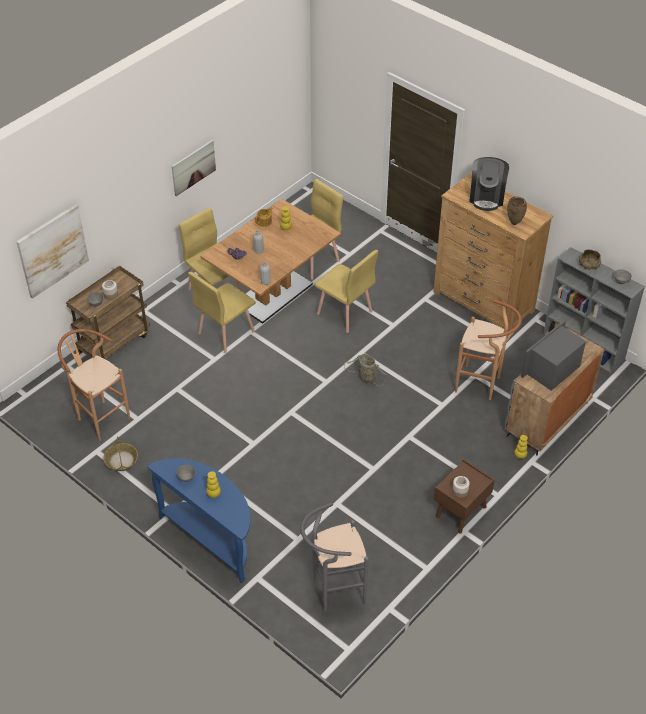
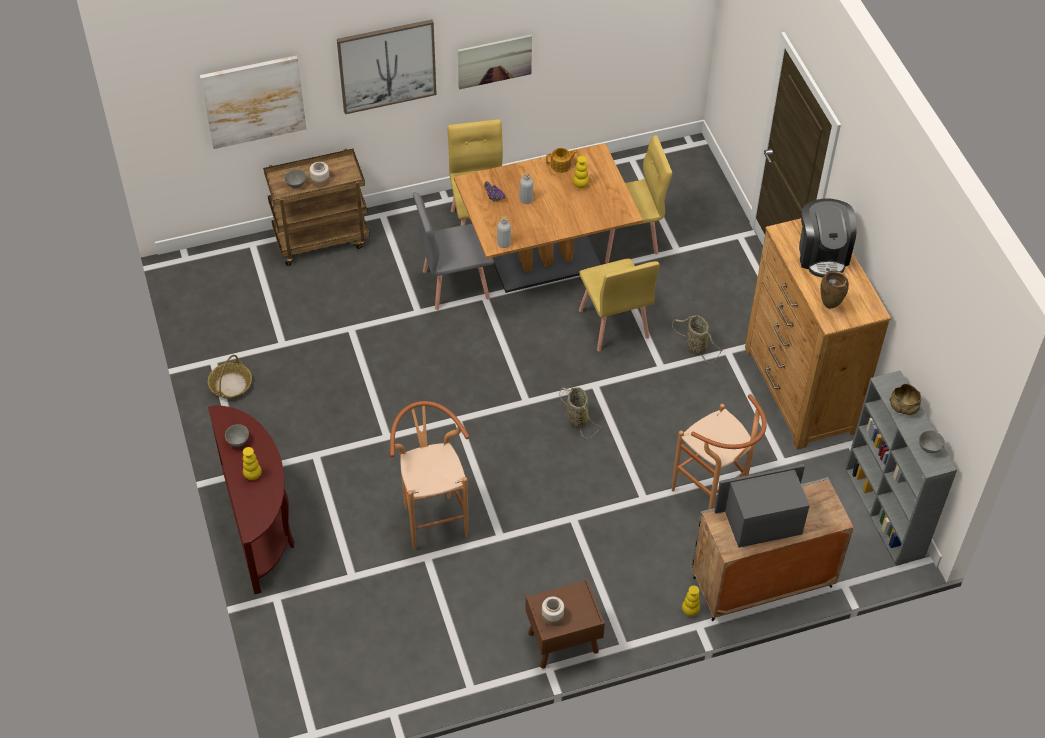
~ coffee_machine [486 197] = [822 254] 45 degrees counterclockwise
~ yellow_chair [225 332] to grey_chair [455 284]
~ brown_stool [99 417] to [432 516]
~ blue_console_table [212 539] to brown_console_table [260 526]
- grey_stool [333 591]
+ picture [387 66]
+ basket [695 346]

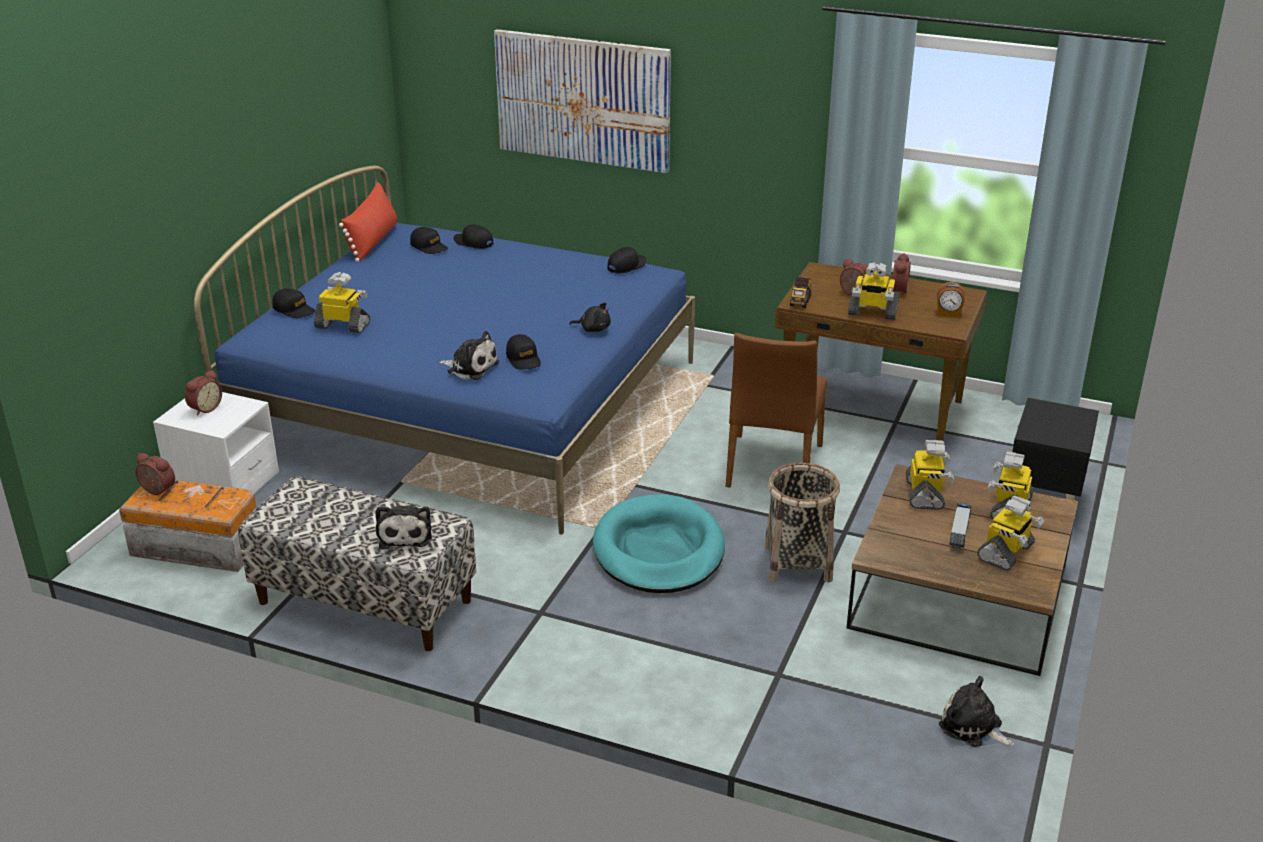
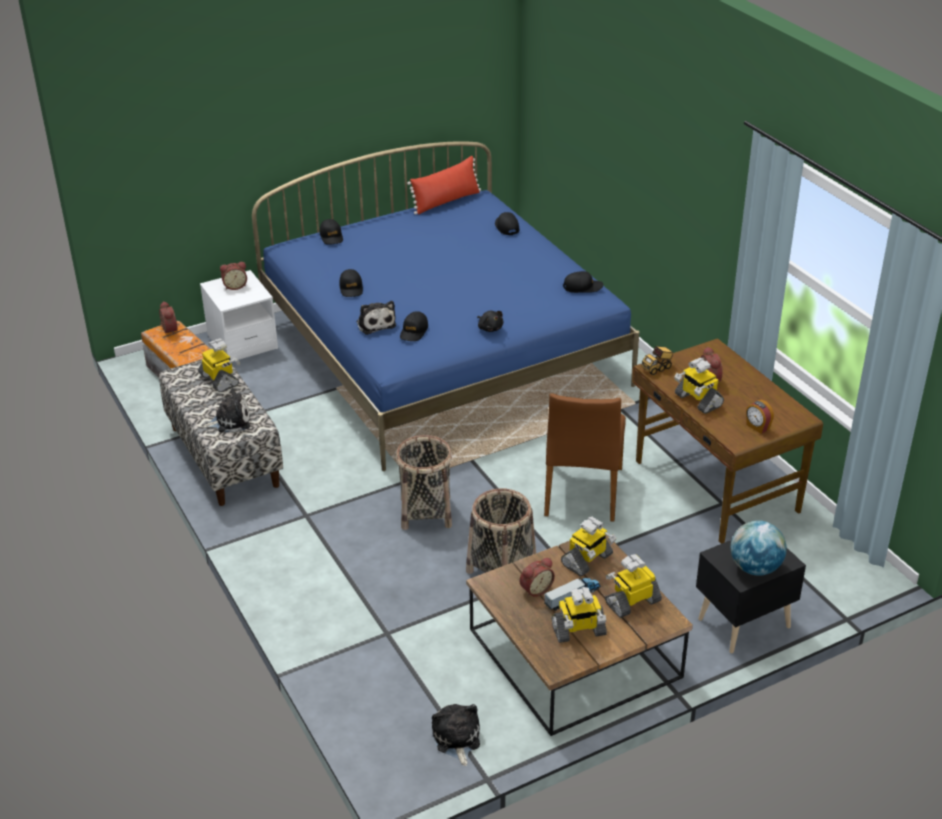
- picture [583 100]
~ black_cap [429 247] to [351 288]
~ alarm_clock [897 290] to [535 589]
~ toy_robot [343 325] to [220 380]
~ brown_chair [772 466] = [582 492] 45 degrees counterclockwise
~ turquoise_dog_bed [658 550] to basket [425 513]
~ plush_toy [405 535] = [230 421] 135 degrees counterclockwise
+ globe [755 568]

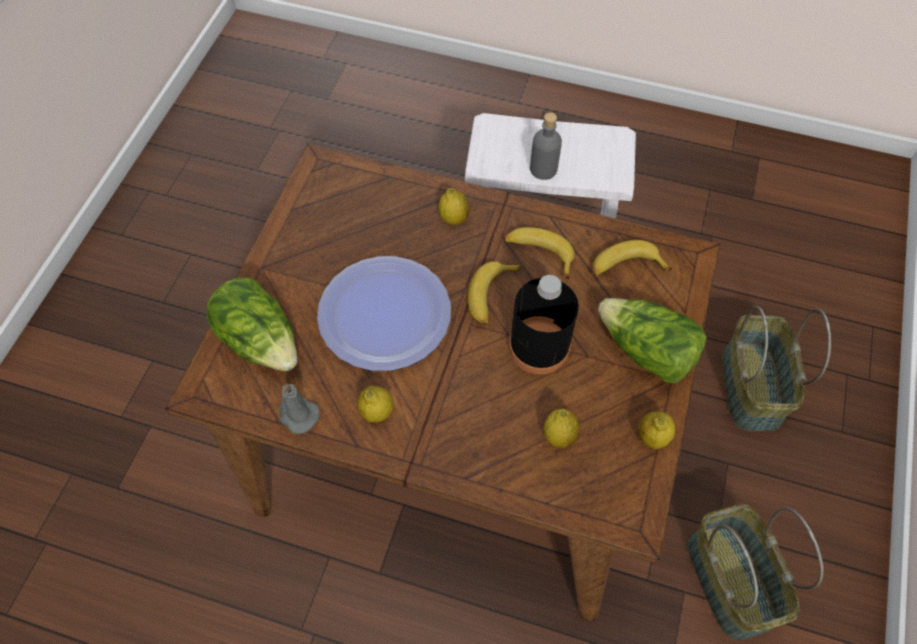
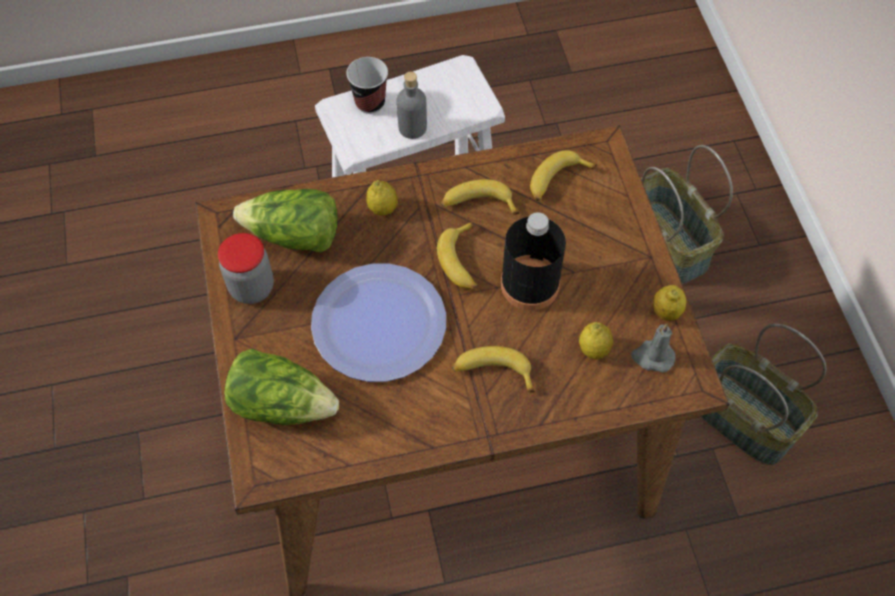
~ lettuce [646 352] to [294 236]
~ grey_candle [297 414] to [652 357]
- lemon [377 412]
+ cup [370 103]
+ jar [252 287]
+ banana [492 373]

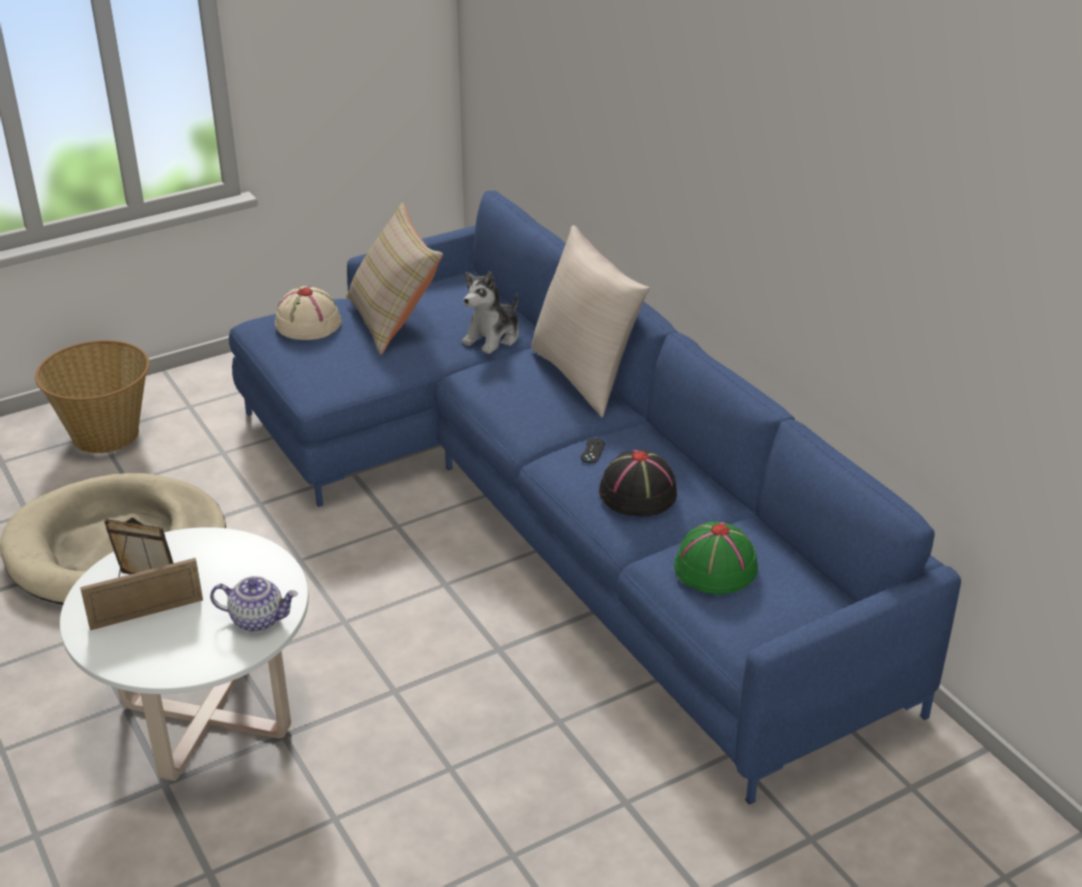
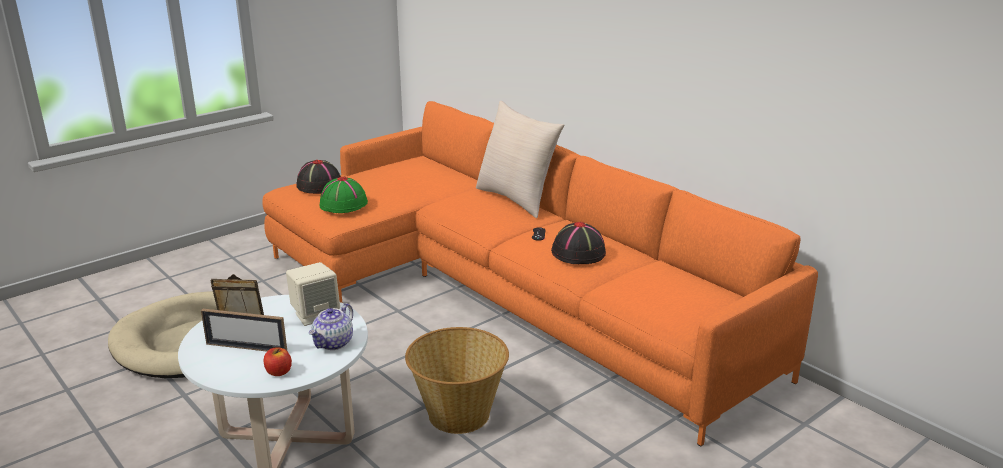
~ blue_sofa [553 511] to orange_sofa [503 293]
- beige_pillow [394 320]
- plush_toy [493 337]
~ beige_hat [307 323] to black_hat [319 185]
~ basket [105 433] to [458 414]
~ green_hat [715 568] to [343 204]
~ picture_frame [146 613] = [246 348] 135 degrees counterclockwise
~ teapot [258 619] = [333 343] 120 degrees clockwise
+ beige_speaker [315 314]
+ apple [278 372]

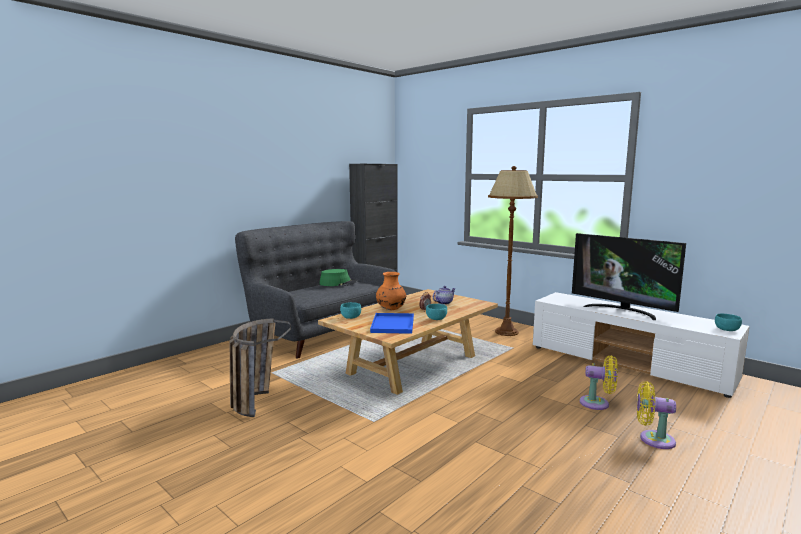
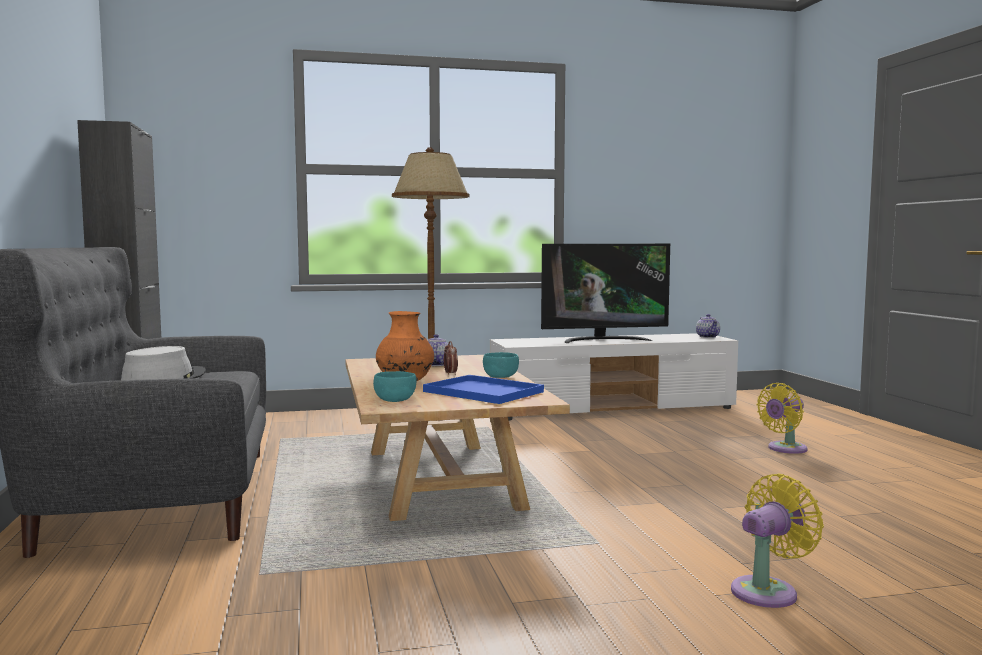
~ green_hat [338 283] to grey_hat [164 378]
~ turquoise_bowl [727 329] to teapot [708 337]
- basket [256 399]
~ yellow_fan [597 403] to [768 591]

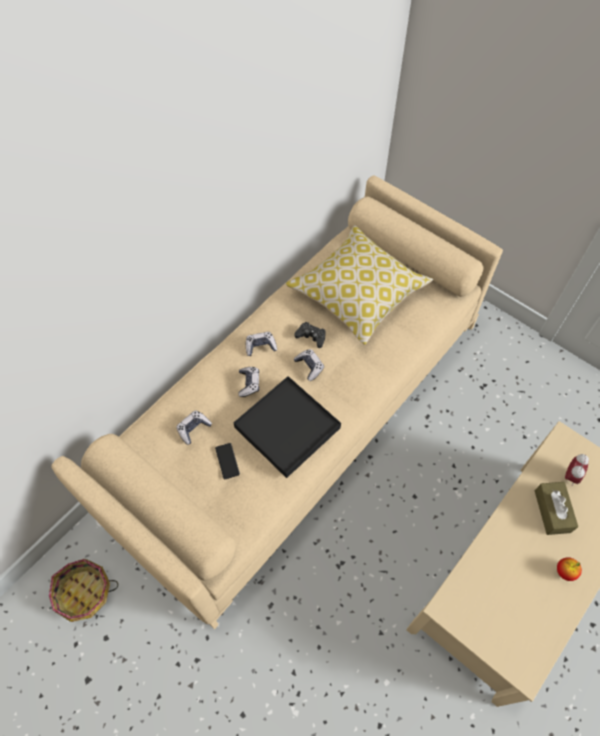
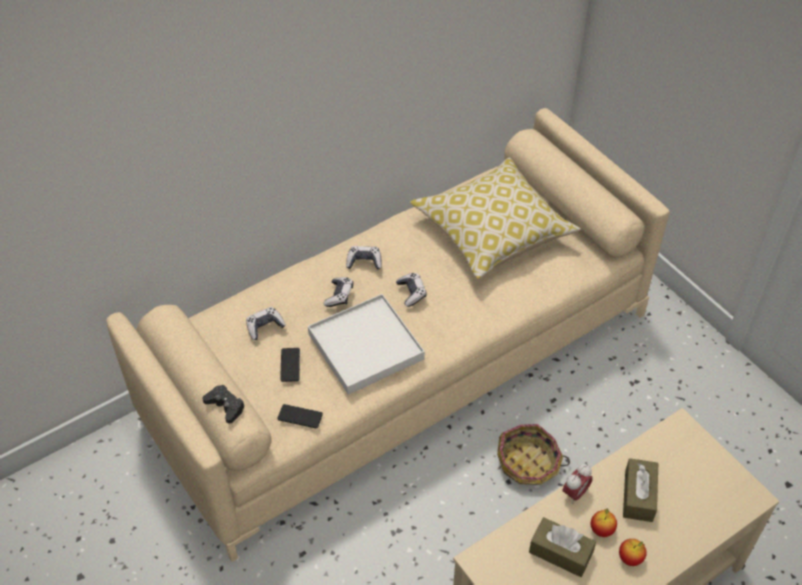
~ black_game_controller [311 336] to [225 406]
~ black_tray [287 427] to white_tray [366 346]
~ alarm_clock [570 476] to [575 493]
~ basket [84 593] to [528 463]
+ phone [300 416]
+ apple [601 530]
+ brown_tissue_box [560 552]

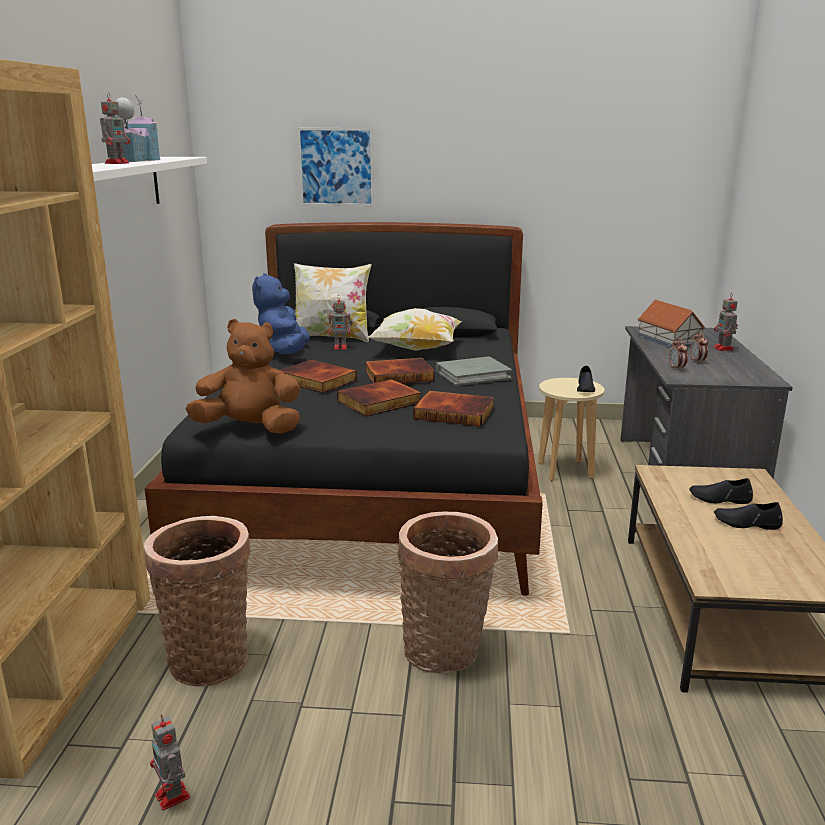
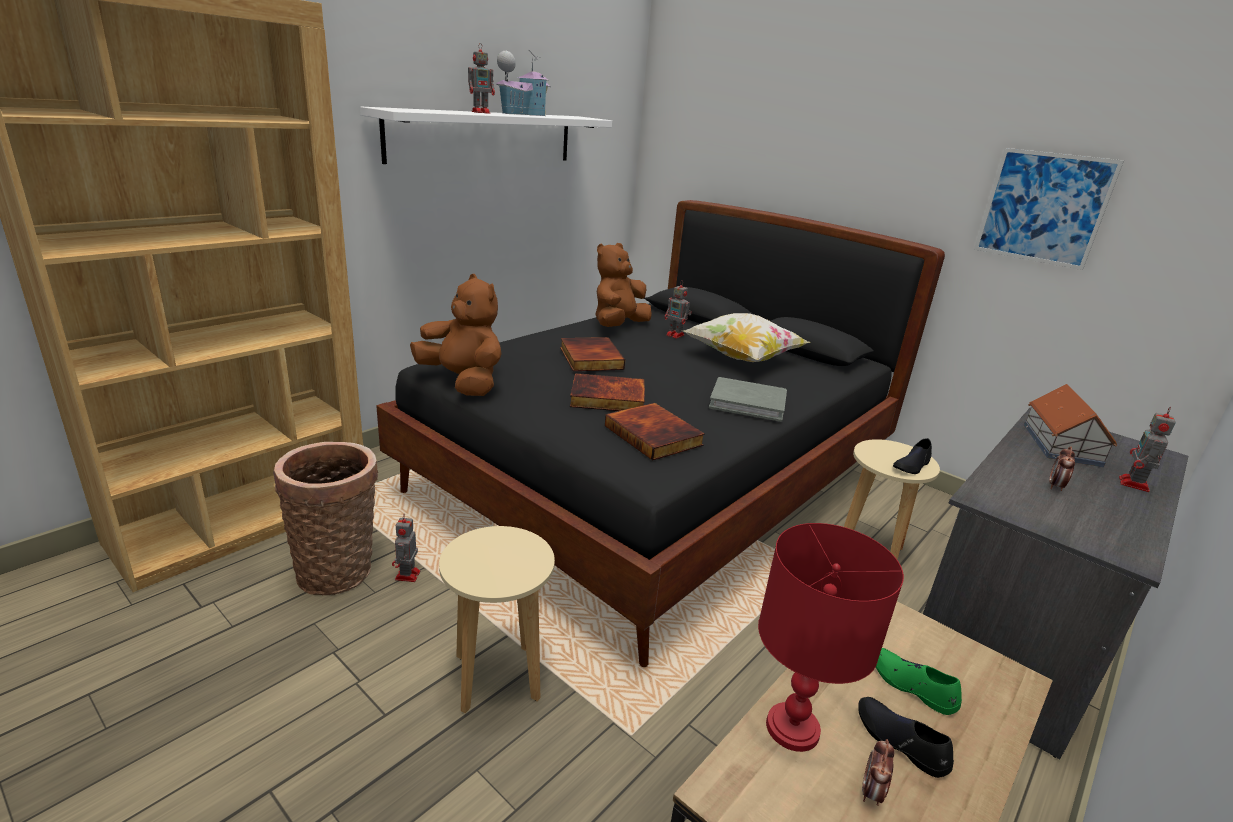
~ picture [336 167] to [1043 208]
- pillow [332 337]
~ blue_plush_toy [284 353] to brown_plush_toy [618 326]
~ alarm_clock [676 368] to [871 792]
- book [399 375]
~ black_shoe [719 499] to green_shoe [912 686]
~ basket [446 651] to beige_stool [497 677]
~ toy_robot [173 797] to [407 576]
+ red_table_lamp [792 729]

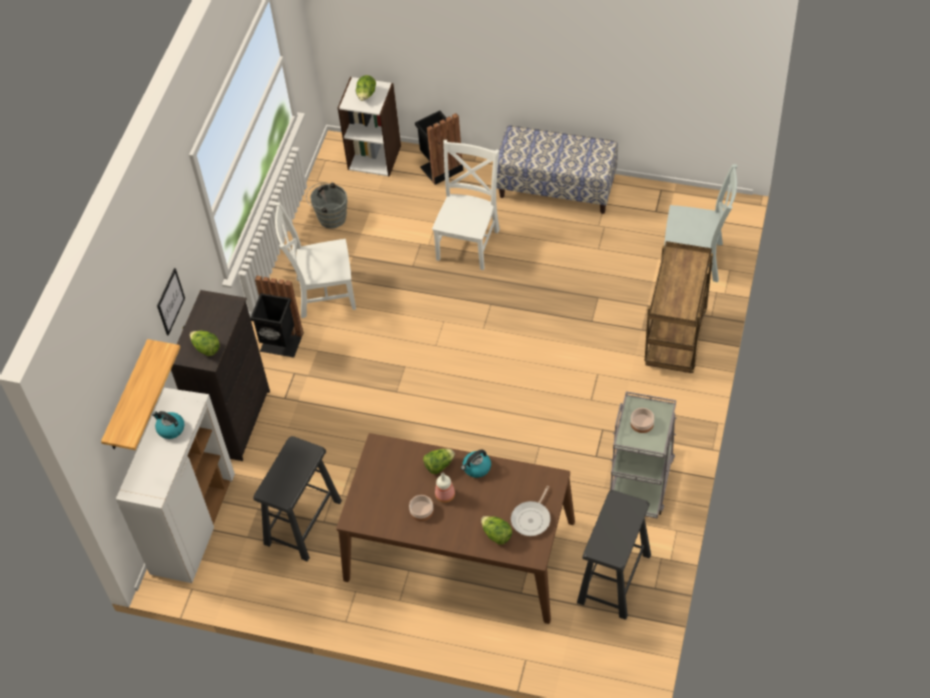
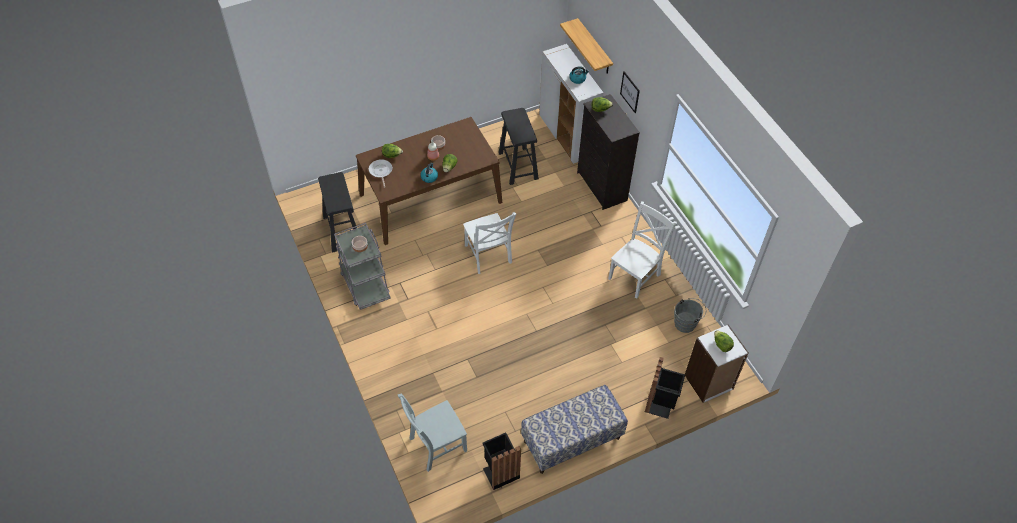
~ white_chair [469 242] to [488 255]
- brown_cart [676 341]
~ black_trash_can [281 343] to [500 472]

